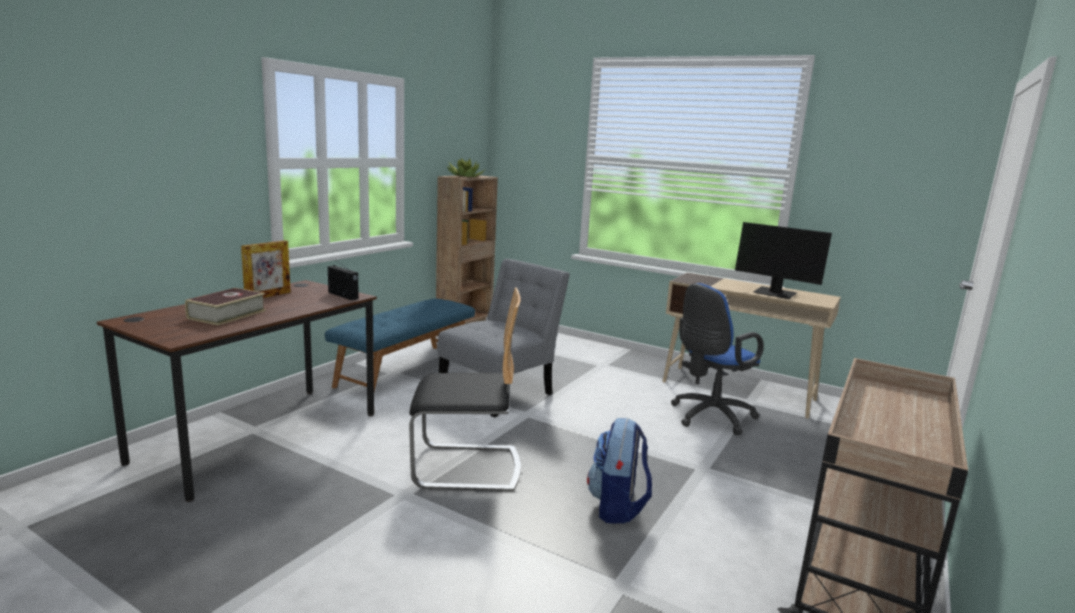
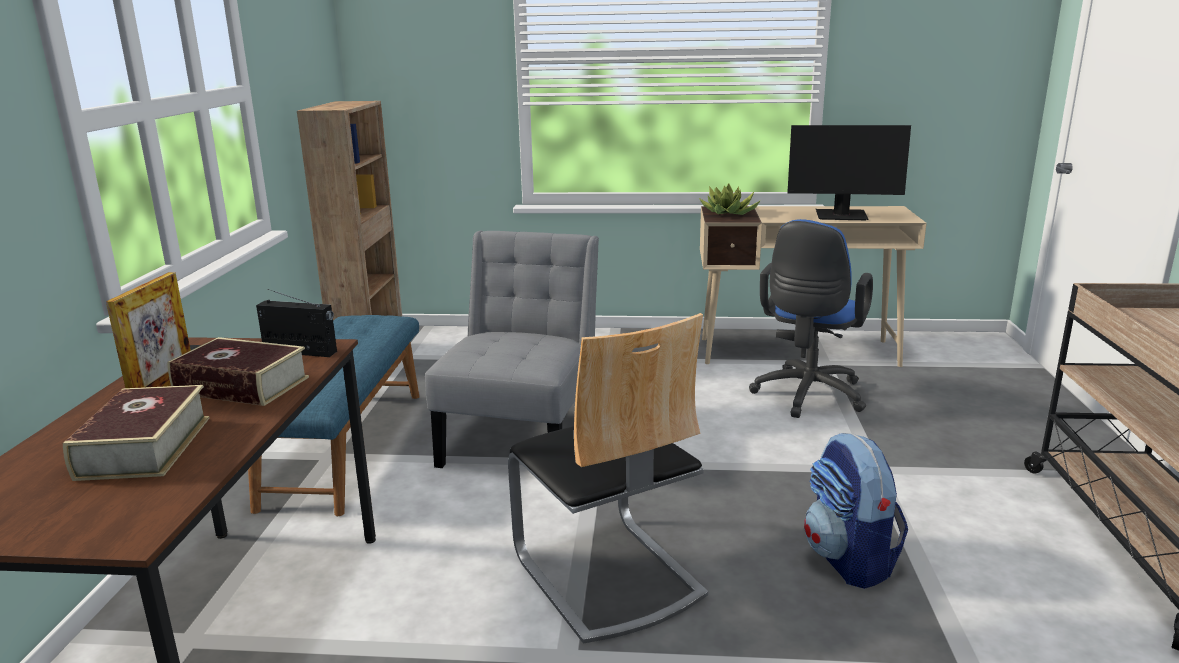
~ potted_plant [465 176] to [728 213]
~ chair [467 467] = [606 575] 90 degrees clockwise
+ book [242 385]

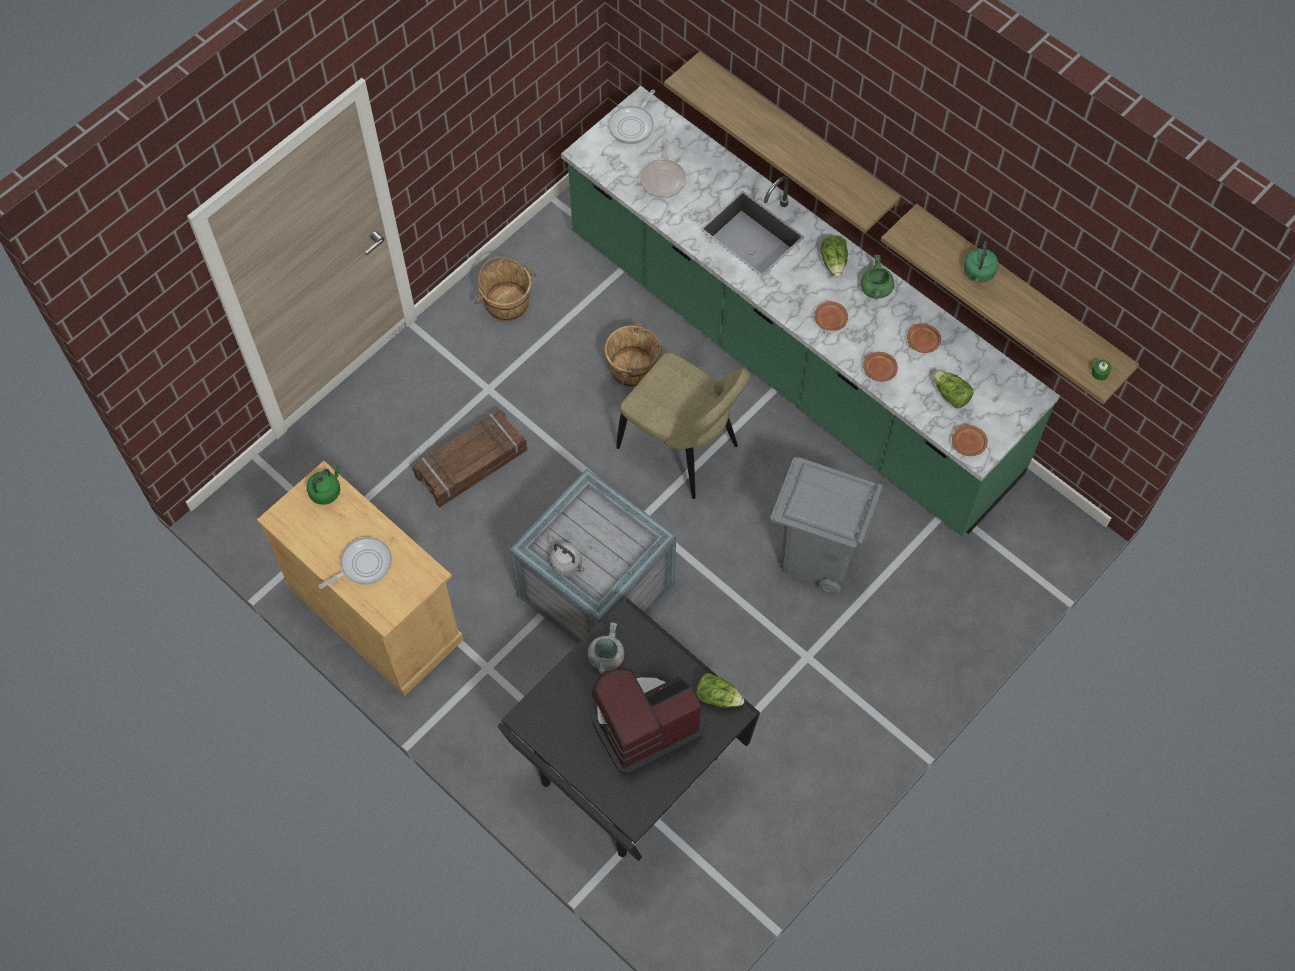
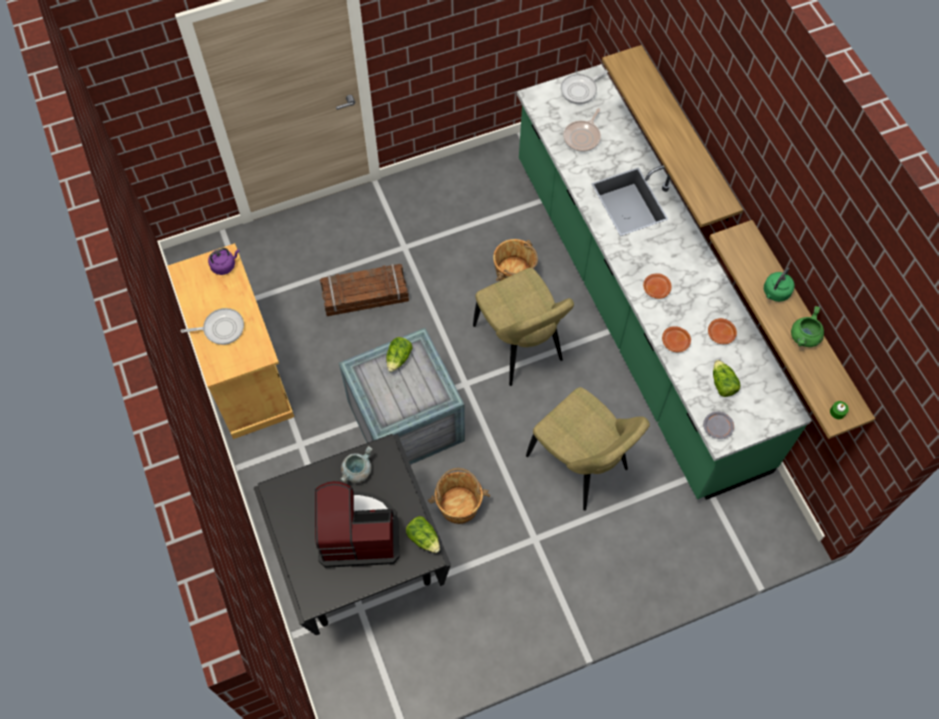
~ lettuce [834 262] to [399 358]
~ green_cooking_pot [876 289] to [804 337]
~ brown_bucket [506 302] to [459 504]
~ brown_plate [968 443] to grey_plate [718 427]
~ grey_trash_can [817 555] to beige_chair [580 466]
~ green_kettle [326 491] to purple_kettle [224 265]
- grey_kettle [568 564]

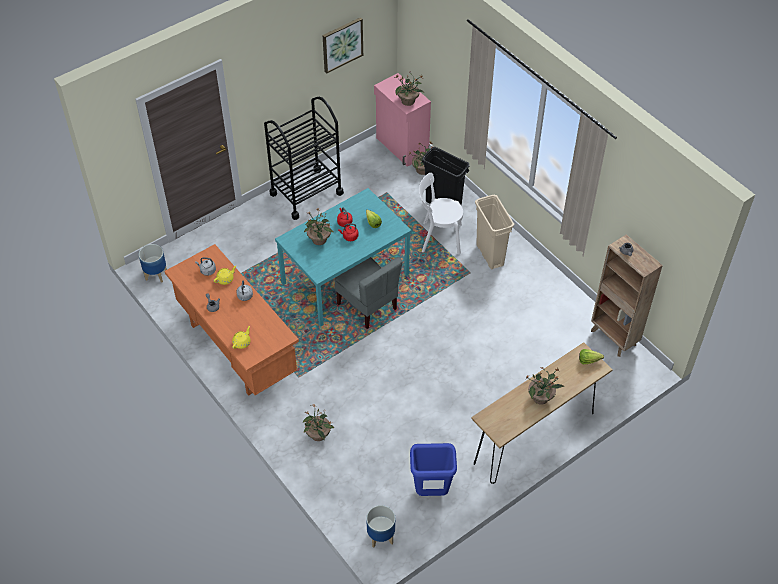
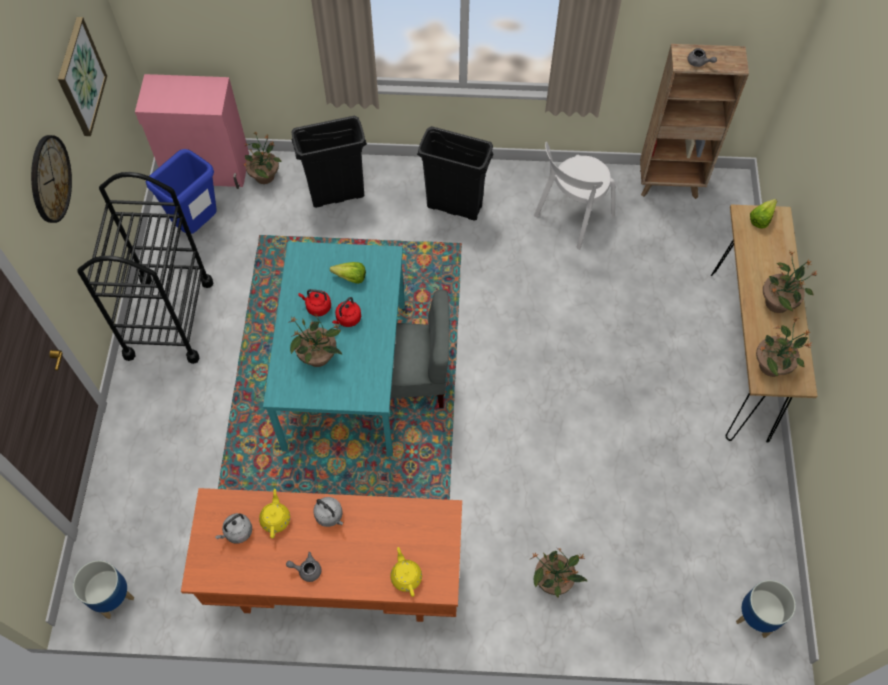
~ potted_plant [408 101] to [772 365]
~ white_chair [439 238] to [571 217]
~ beige_trash_can [490 255] to black_trash_can [455 206]
~ blue_trash_can [431 491] to [197 225]
+ wall_clock [49 179]

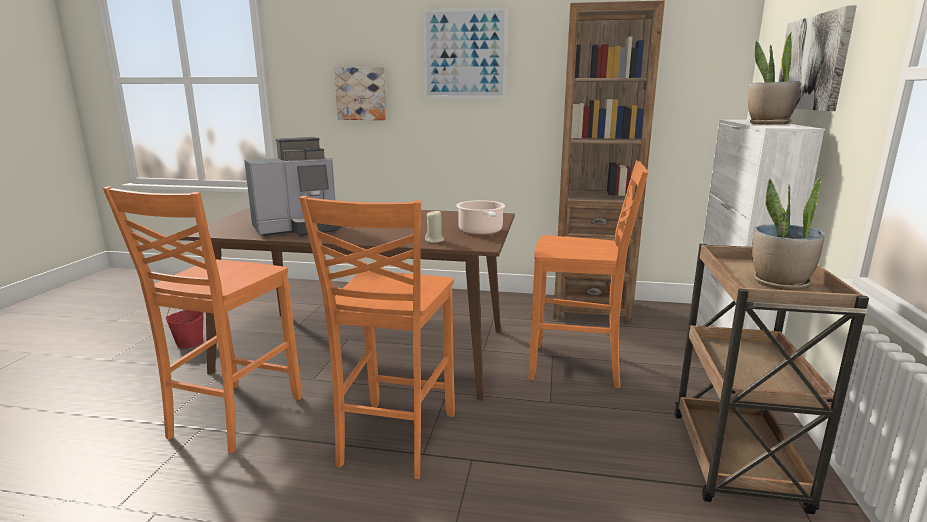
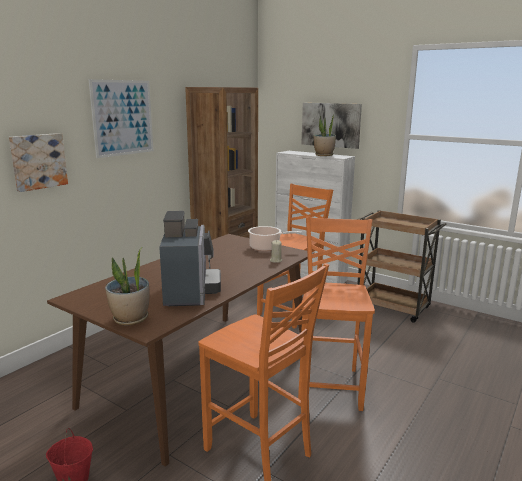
~ potted_plant [779 283] to [130 319]
~ orange_chair [394 440] = [331 386] 120 degrees counterclockwise

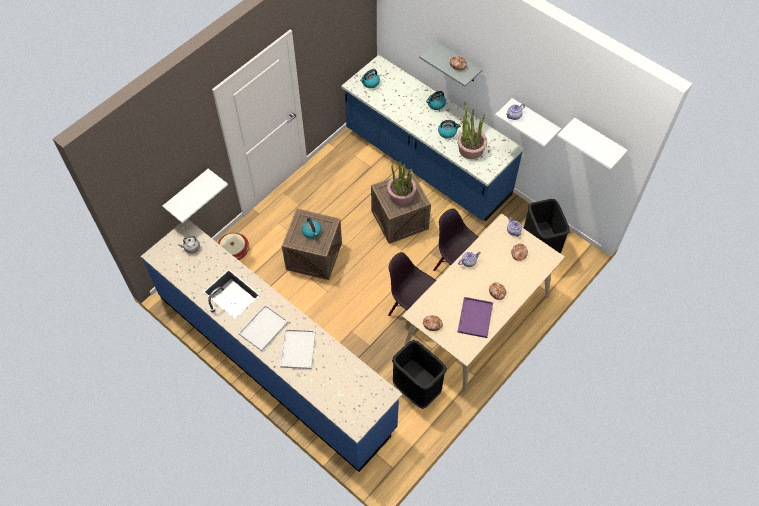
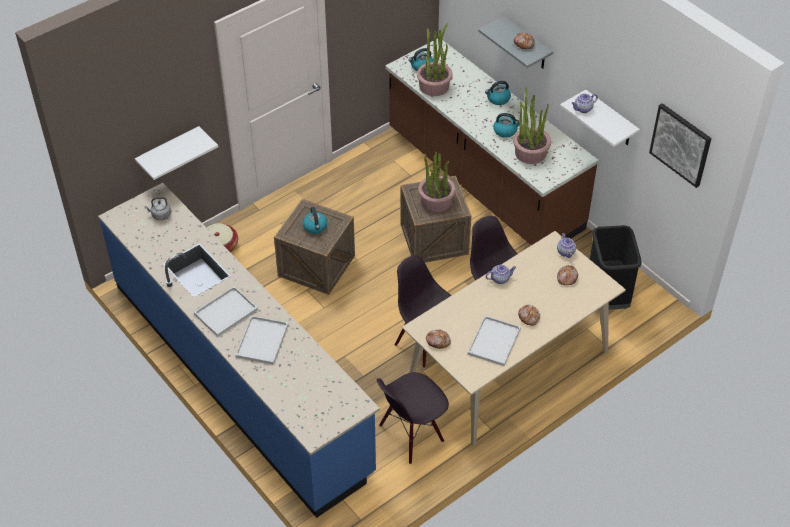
~ blue_counter [426 163] to brown_counter [483 180]
~ white_shelf [598 141] to picture [681 144]
~ purple_tray [475 318] to white_tray [494 342]
~ black_trash_can [416 389] to black_chair [411 434]
+ potted_plant [434 86]

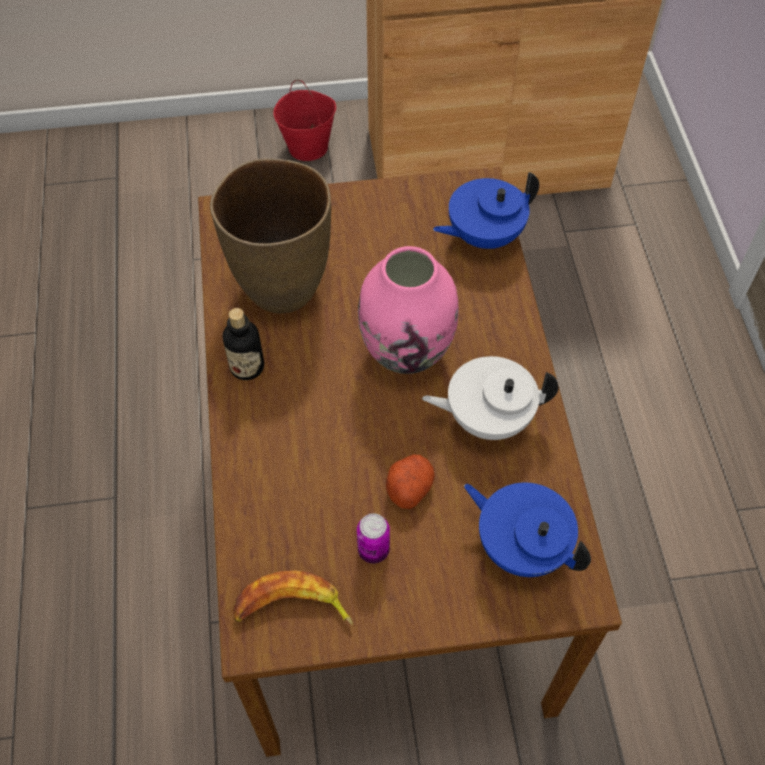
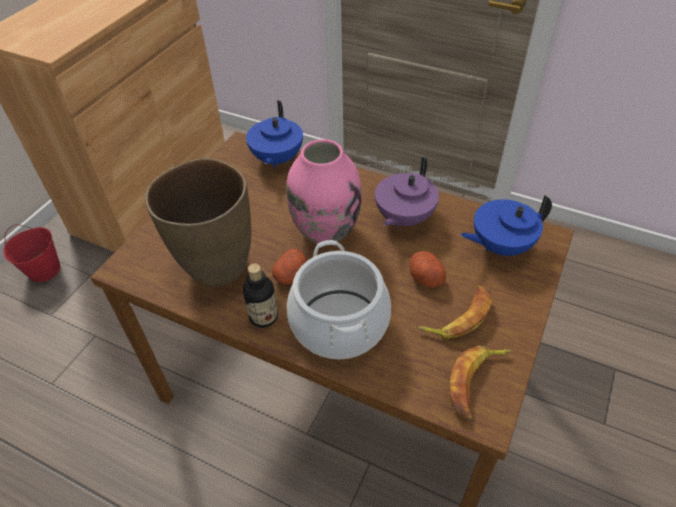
~ white_teapot [487 417] to purple_teapot [403 218]
~ can [373 550] to banana [459 316]
+ cooking_pot [339 323]
+ potato [291 276]

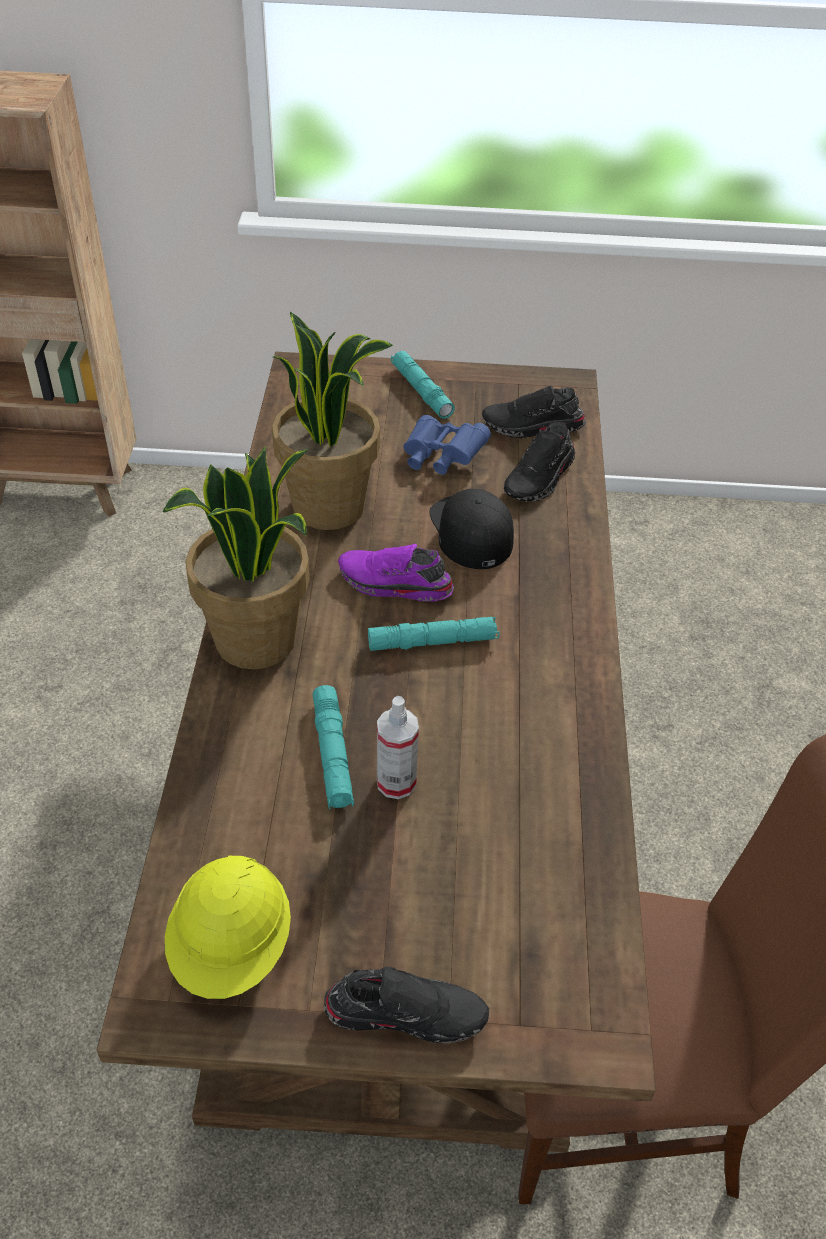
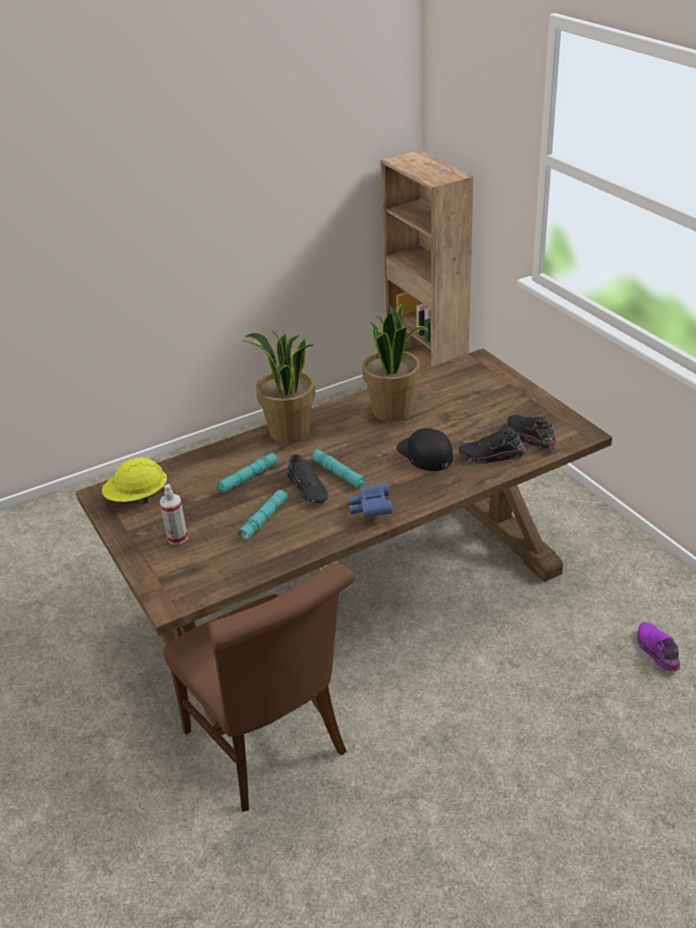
~ turquoise_flashlight [421 391] to [264 519]
~ blue_binoculars [441 458] to [371 510]
~ black_cap [470 531] = [424 453] 75 degrees counterclockwise
~ purple_shoe [394 585] to [656 651]
~ spray_bottle [396 782] to [177 538]
~ black_shoe [406 1011] to [309 488]

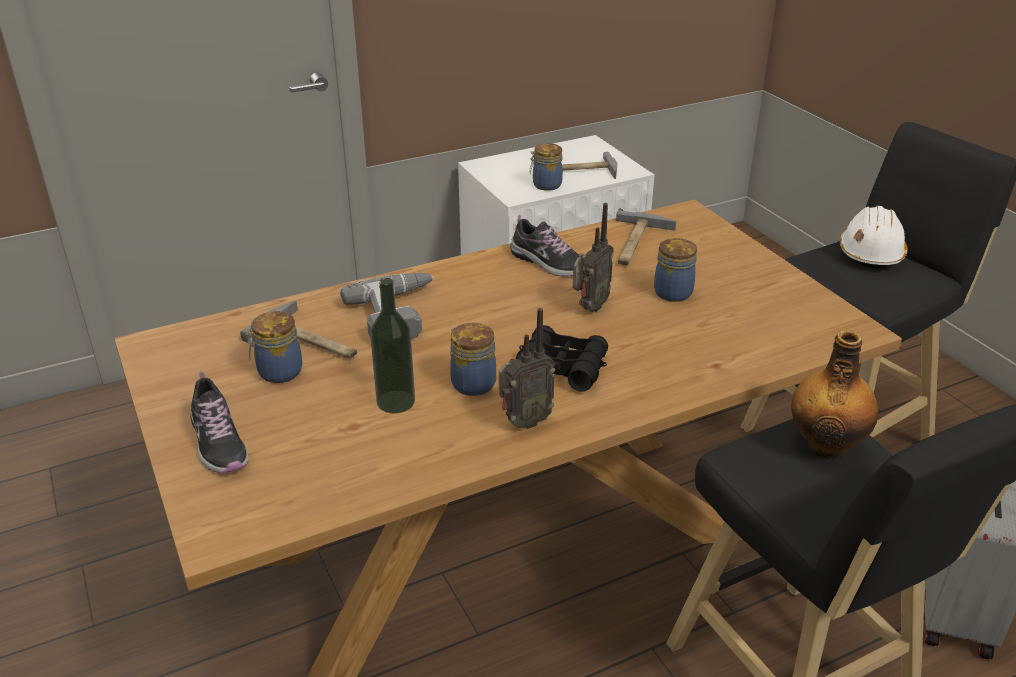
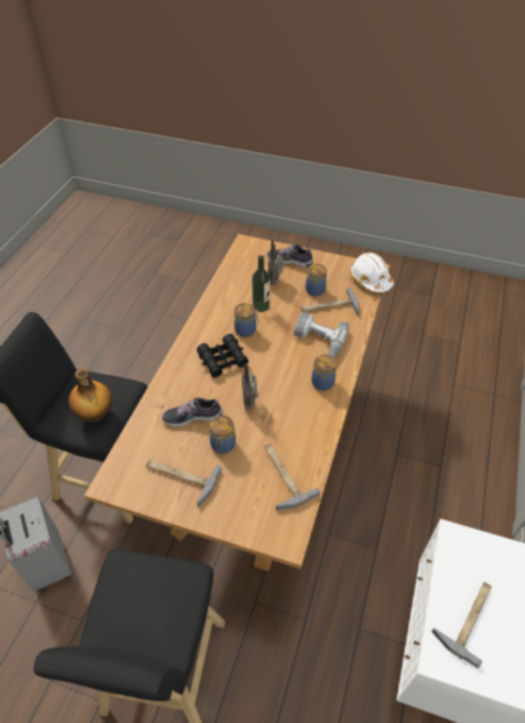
~ jar [545 185] to [323 382]
~ white_hard_hat [870 252] to [370 279]
~ shoe [549 263] to [192 416]
~ radio [523 422] to [275 282]
+ hammer [180 477]

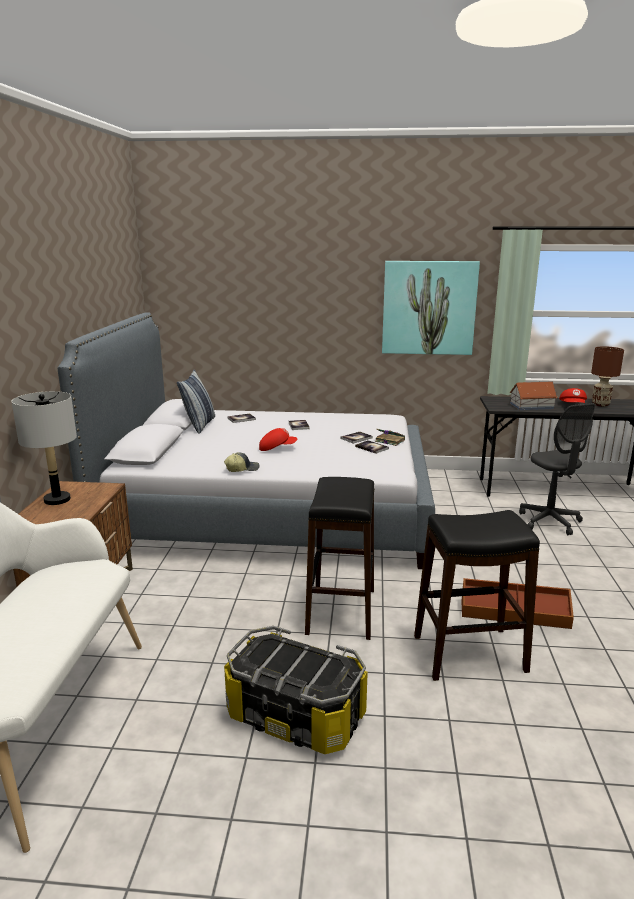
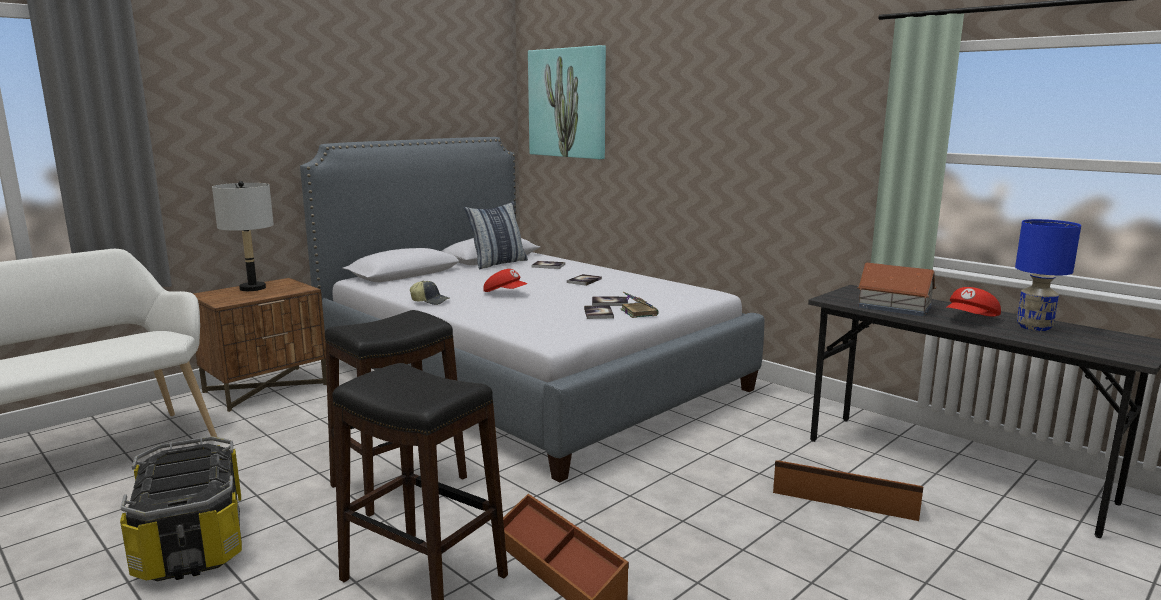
~ picture [428 308] to [568 103]
~ brown_table_lamp [600 404] to blue_table_lamp [1034 327]
~ grey_office_chair [549 521] to brown_storage_box [844 498]

